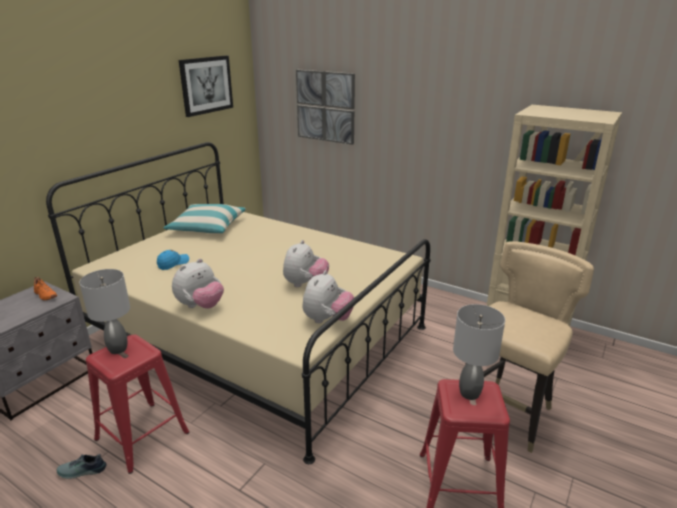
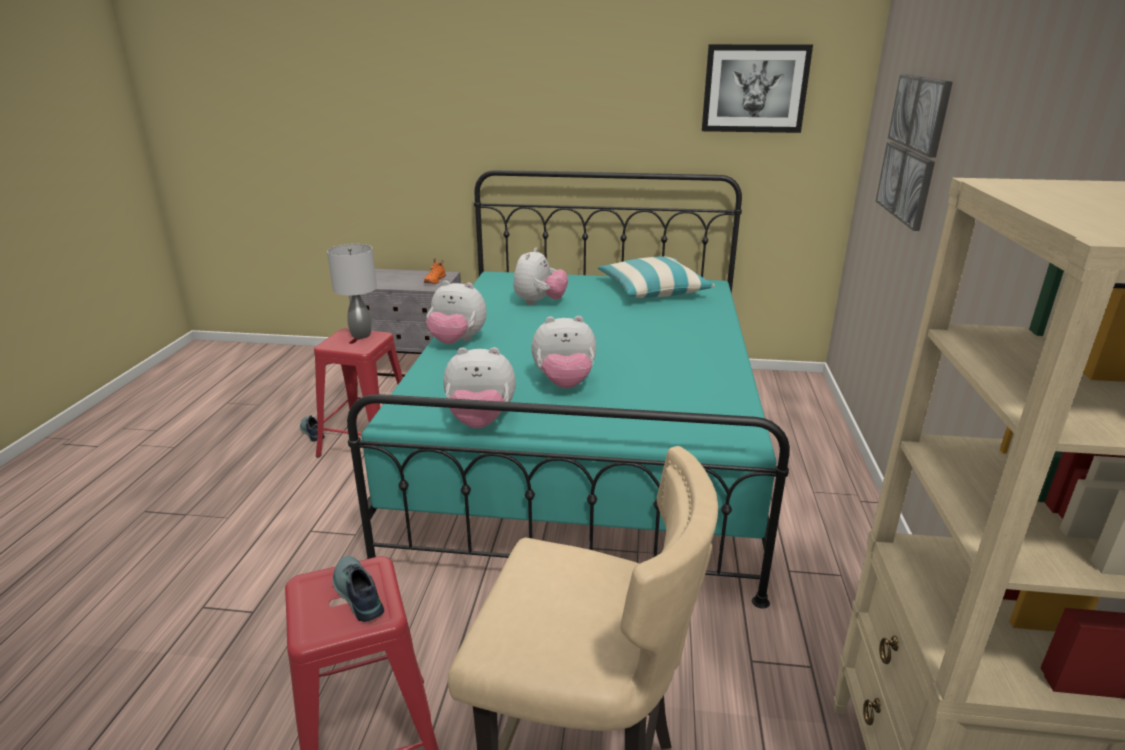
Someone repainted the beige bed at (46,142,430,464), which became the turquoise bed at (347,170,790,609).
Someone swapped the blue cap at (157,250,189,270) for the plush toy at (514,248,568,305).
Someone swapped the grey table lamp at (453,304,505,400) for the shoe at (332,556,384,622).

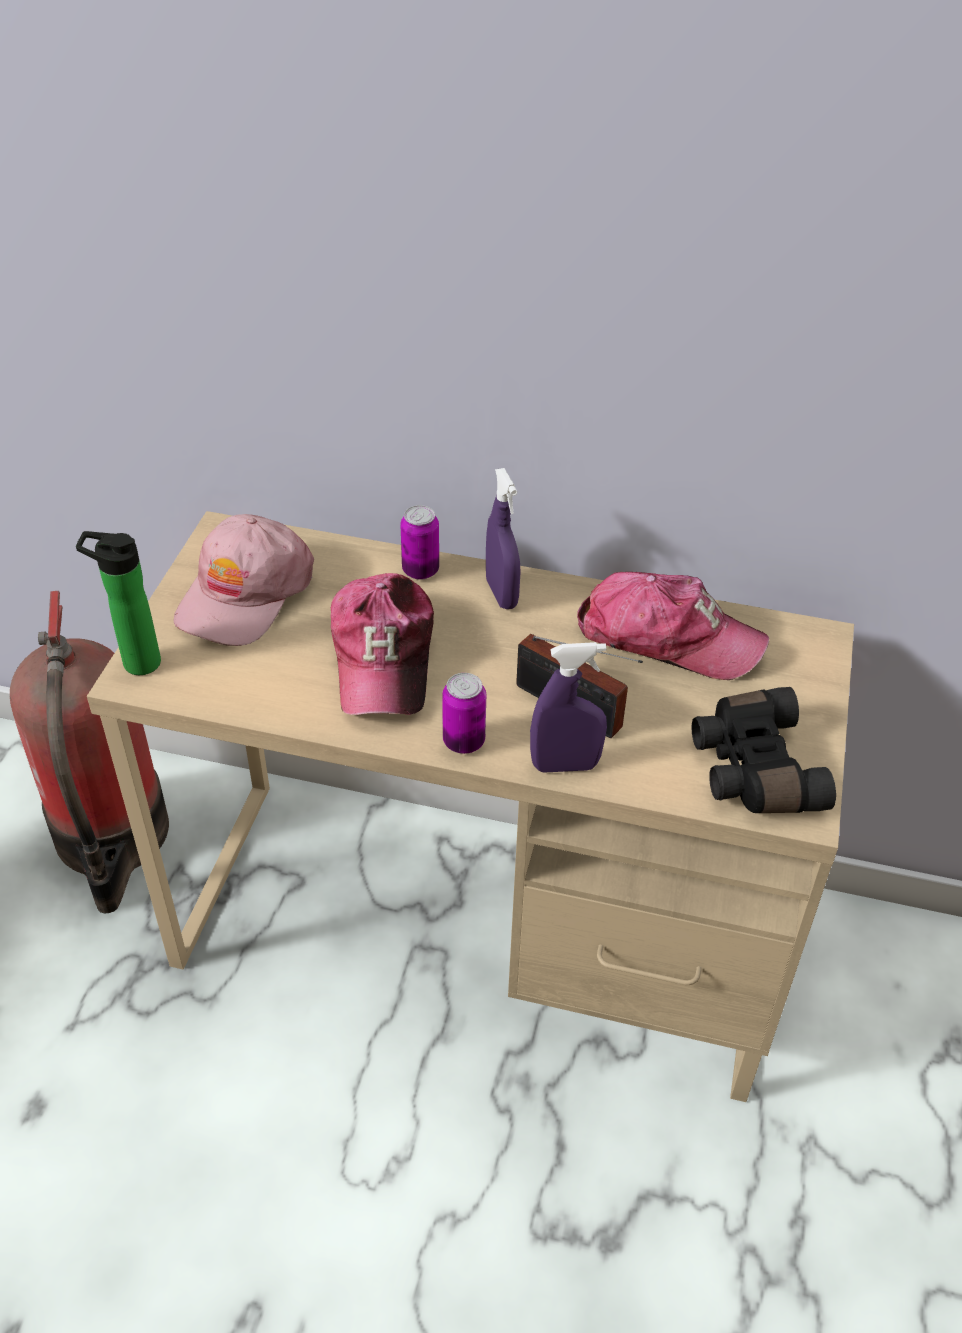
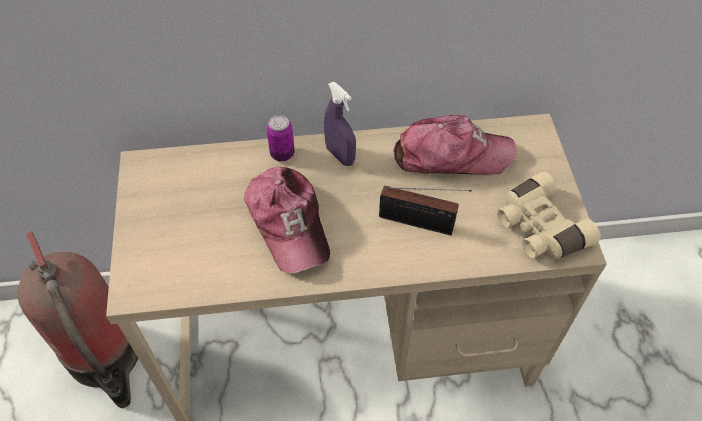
Someone took away the bottle at (76,531,161,675).
Someone took away the pink cap at (173,514,314,646).
Someone took away the can at (442,673,486,754).
Someone took away the purple spray bottle at (530,642,607,773).
Someone repainted the black binoculars at (692,687,836,813), which became the beige binoculars at (497,172,601,259).

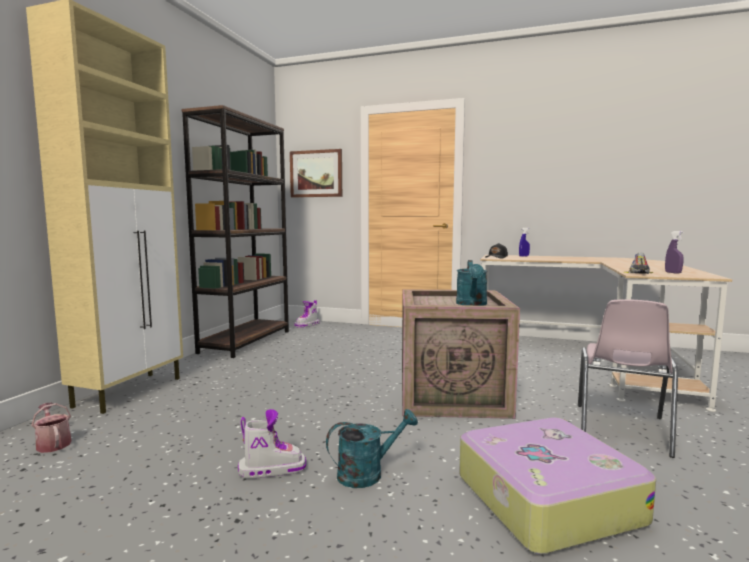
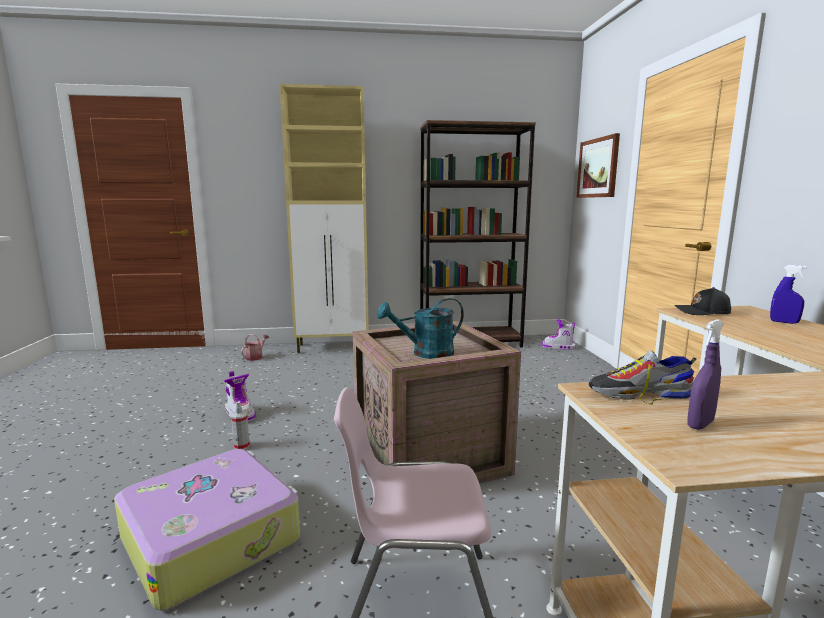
Someone swapped the turquoise watering can at (326,409,418,488) for the spray bottle at (231,401,250,450).

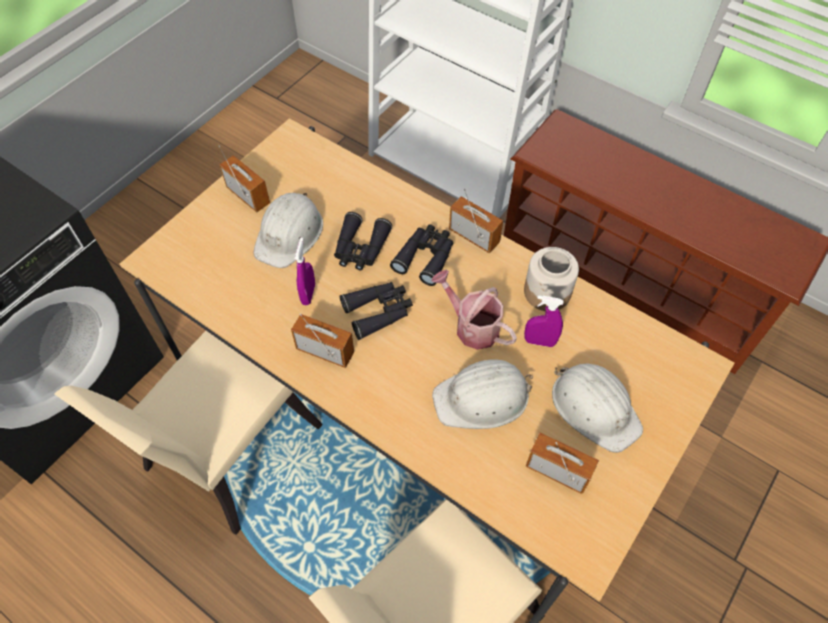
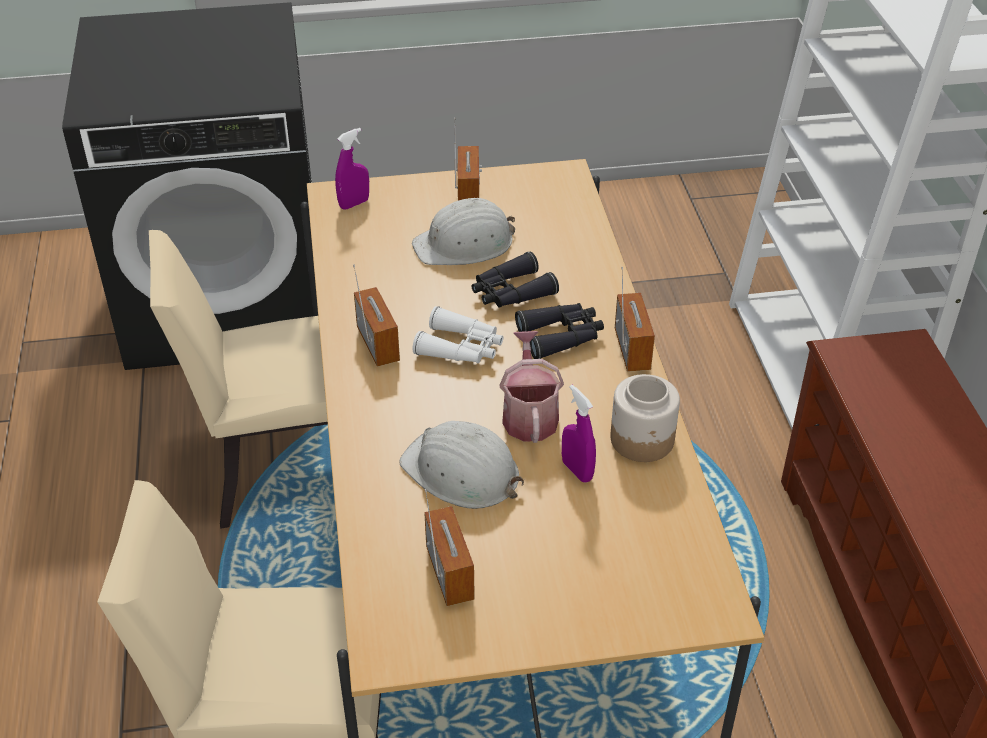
Someone carried the purple spray bottle from (295,238,315,305) to (335,128,369,210).
Someone repainted the black binoculars at (339,282,413,340), which became the white binoculars at (413,306,503,364).
Someone took away the white hard hat at (552,363,643,453).

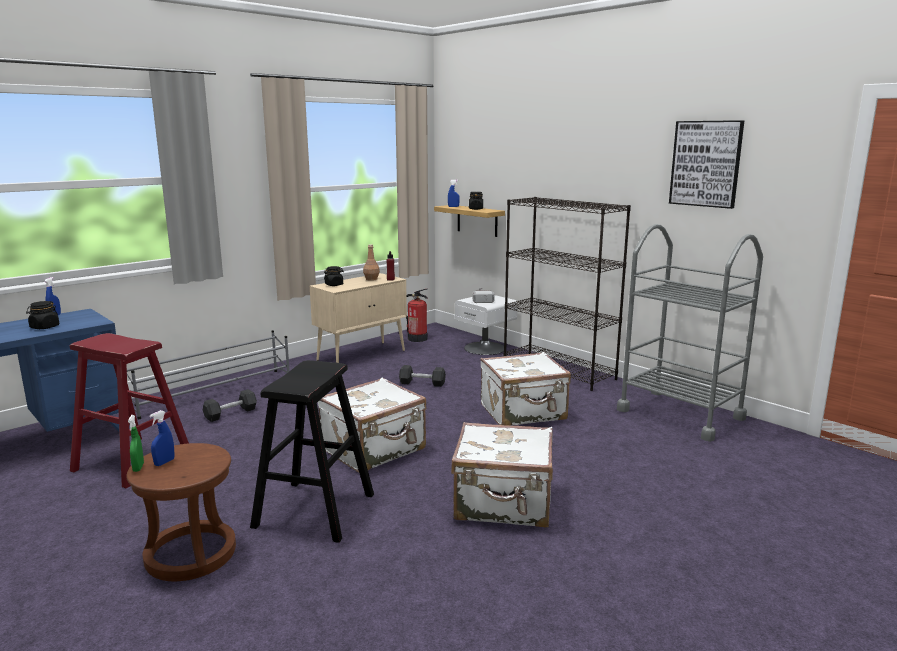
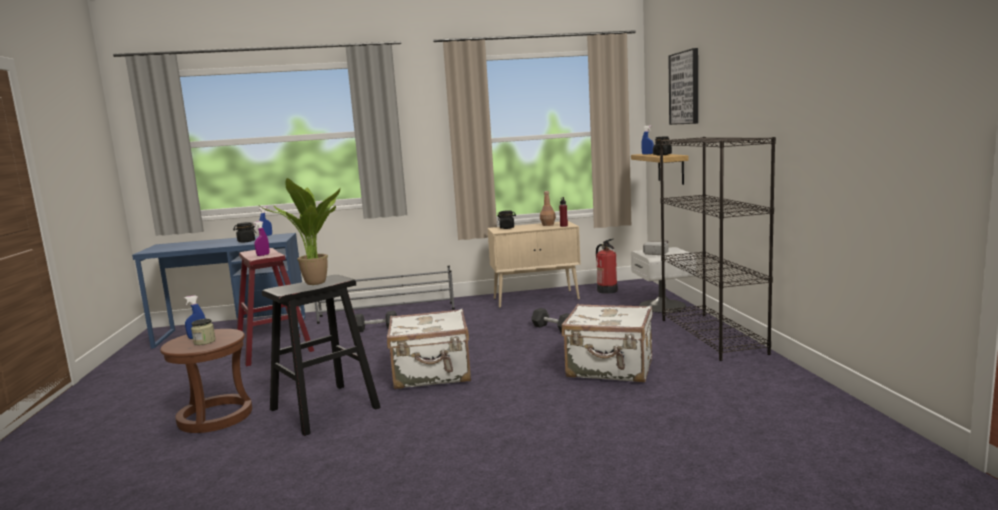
Someone took away the green spray bottle at (128,415,144,472).
Someone took away the white suitcase at (451,422,553,528).
Someone took away the grey cart at (617,224,763,442).
Someone carried the picture from (669,120,744,209) to (668,48,698,125).
Someone put down the jar at (191,319,216,345).
Someone put down the purple spray bottle at (253,221,269,256).
Someone put down the potted plant at (260,178,342,285).

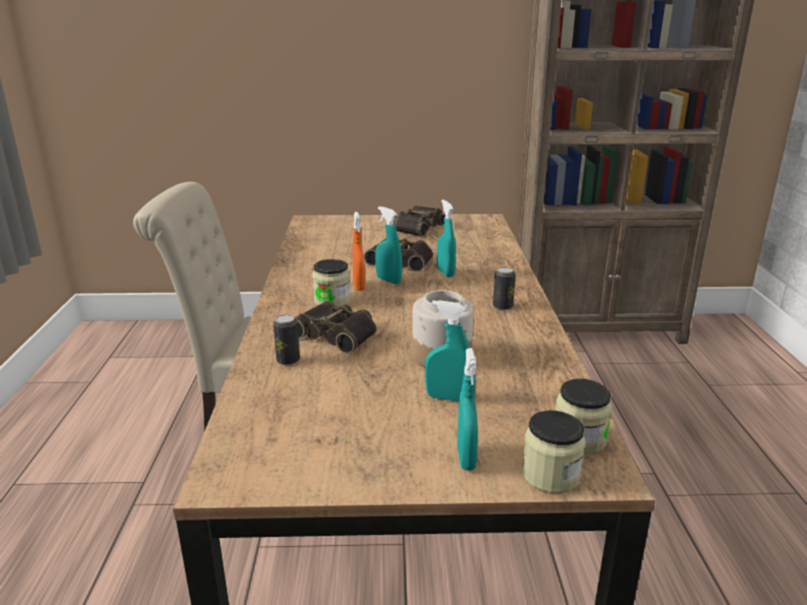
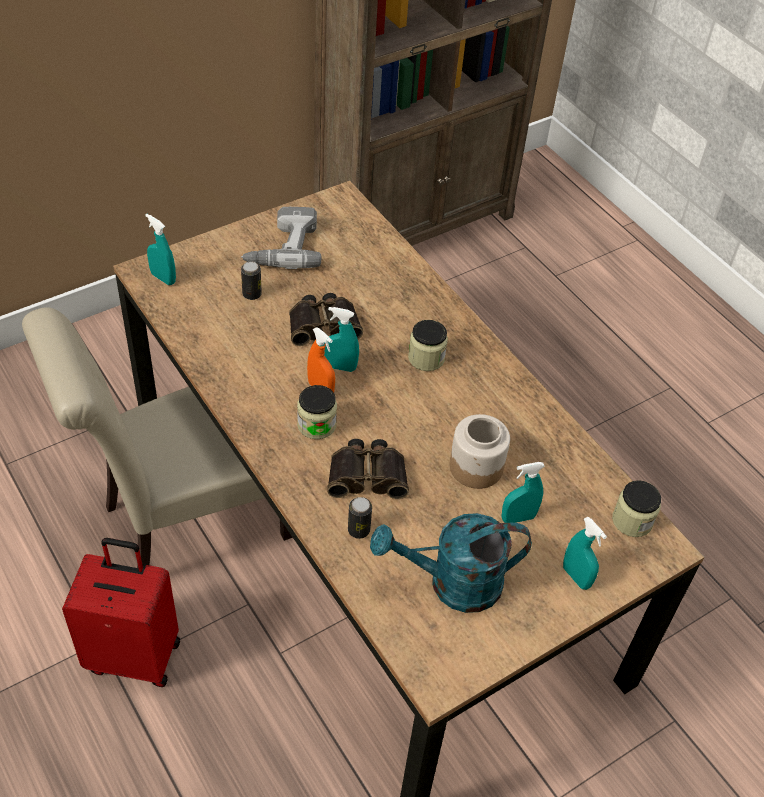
Someone swapped the binoculars at (393,205,445,237) for the power drill at (241,207,322,269).
Someone carried the turquoise spray bottle from (437,200,456,277) to (145,214,176,285).
Someone carried the can from (493,267,515,310) to (241,261,262,300).
Someone carried the jar from (522,410,586,493) to (408,320,448,371).
Someone put down the red suitcase at (62,538,180,687).
Someone put down the turquoise watering can at (370,513,532,613).

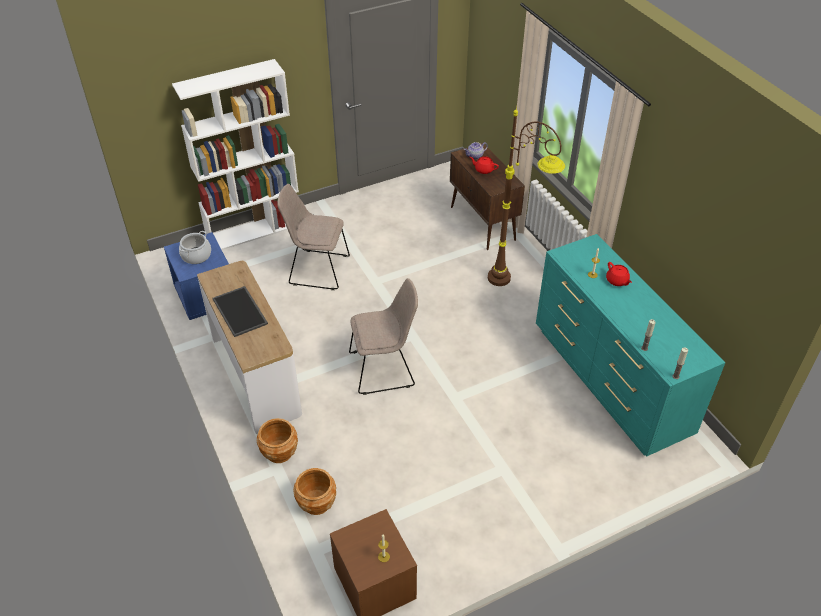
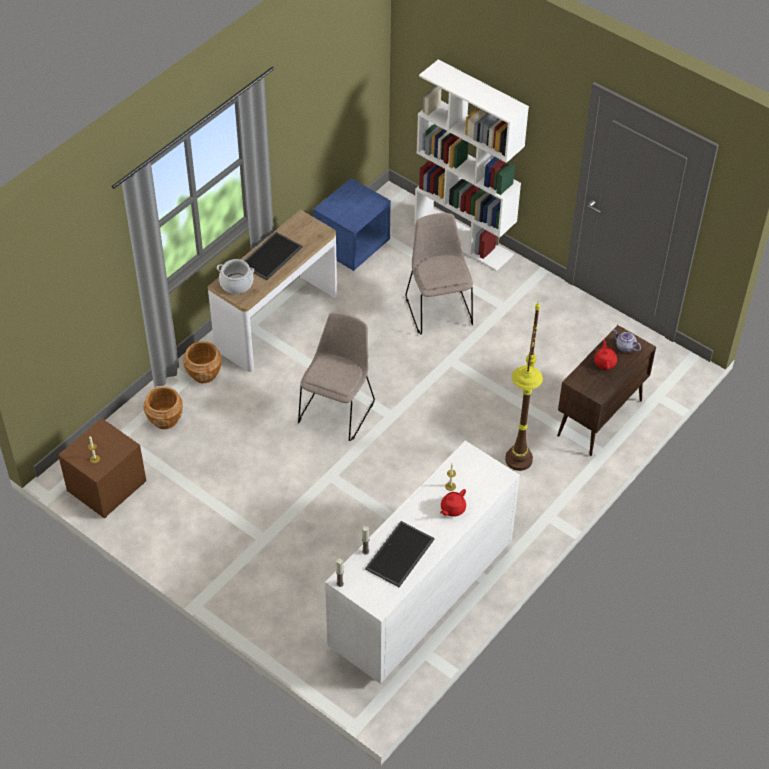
Someone carried the cooking pot from (179,231,211,264) to (217,259,254,294).
Someone rotated the beige chair at (349,278,418,395) by 120 degrees counterclockwise.
Someone repainted the turquoise dresser at (536,234,725,457), which became the white dresser at (325,441,520,684).
Someone put down the tray at (365,521,435,587).

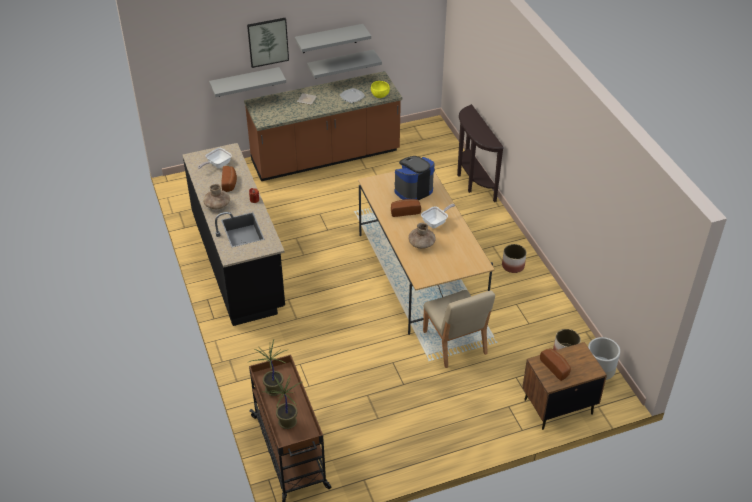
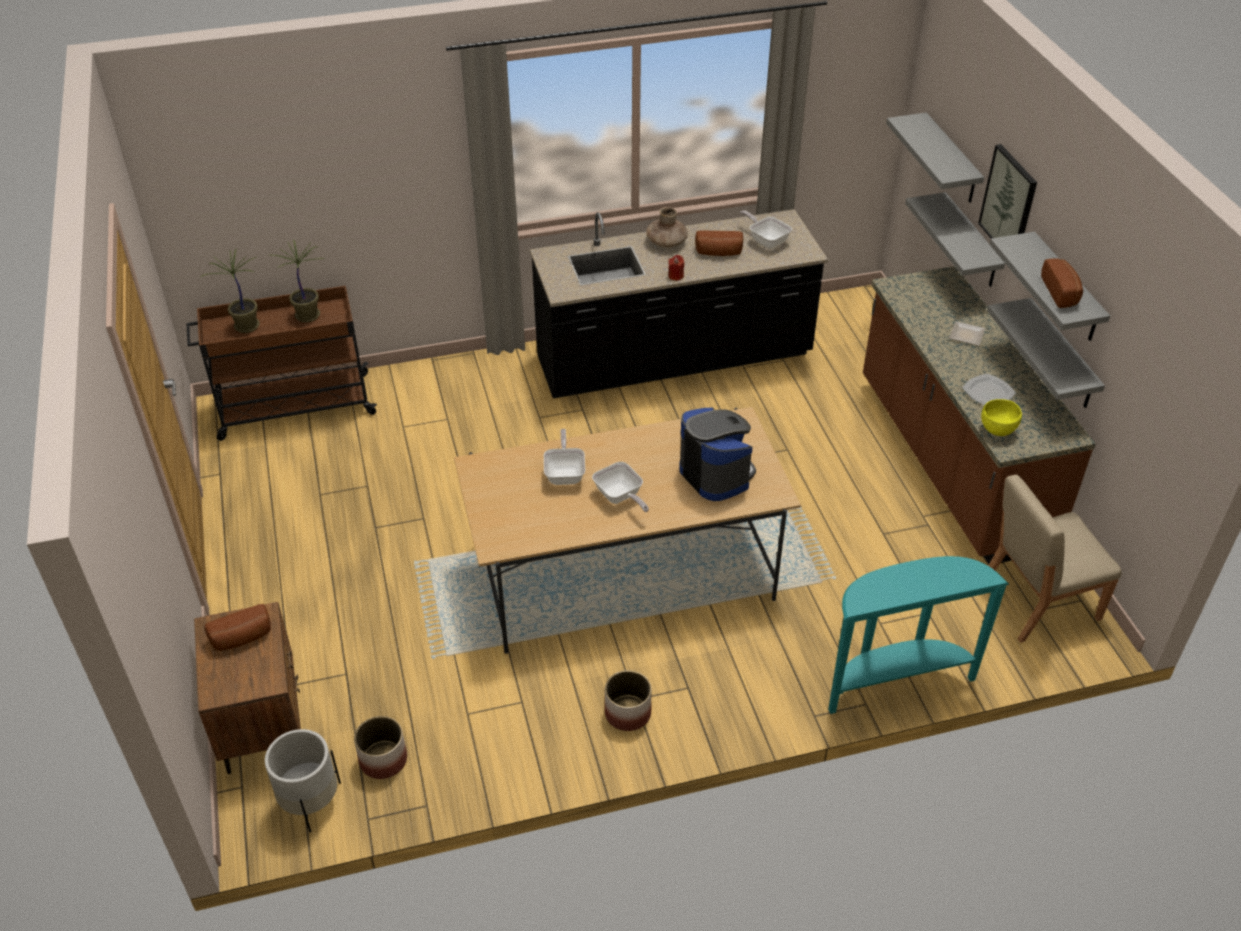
Someone carried the bread from (391,199,421,217) to (1041,258,1083,308).
Someone swapped the brown vase at (408,223,436,249) for the frying pan at (544,429,585,485).
Someone carried the beige chair from (423,290,495,368) to (988,475,1122,643).
Someone repainted the brown console table at (457,104,504,202), which became the turquoise console table at (828,556,1009,714).
Someone put up the grey shelf at (886,113,984,203).

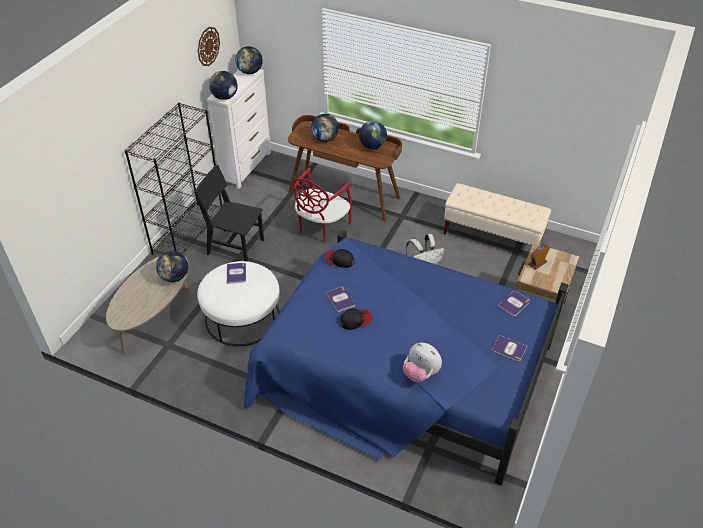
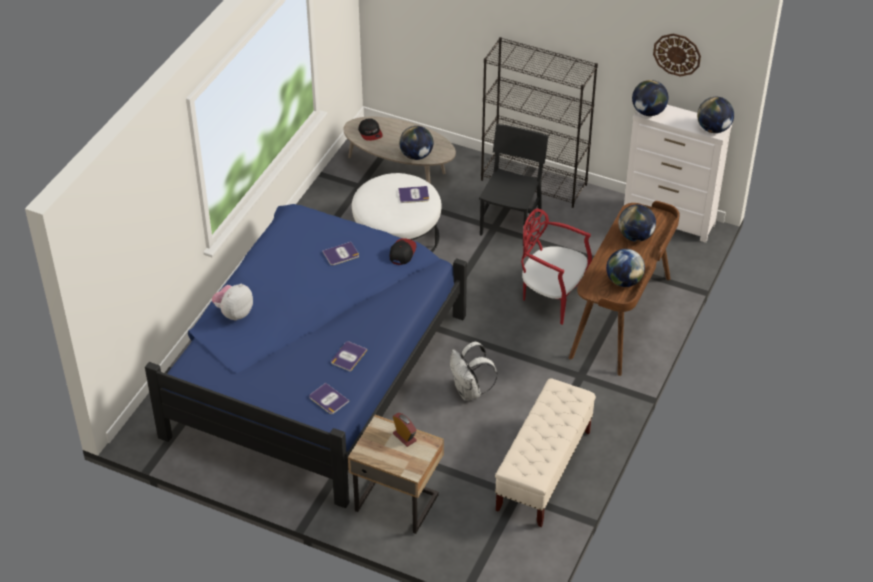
Someone carried the cap from (340,308,372,330) to (358,119,383,141).
Someone carried the book from (492,335,527,362) to (331,341,367,372).

